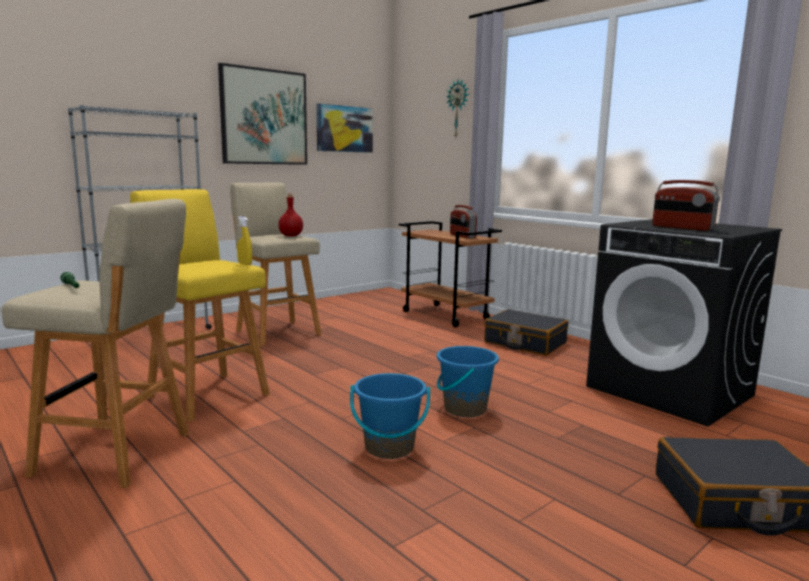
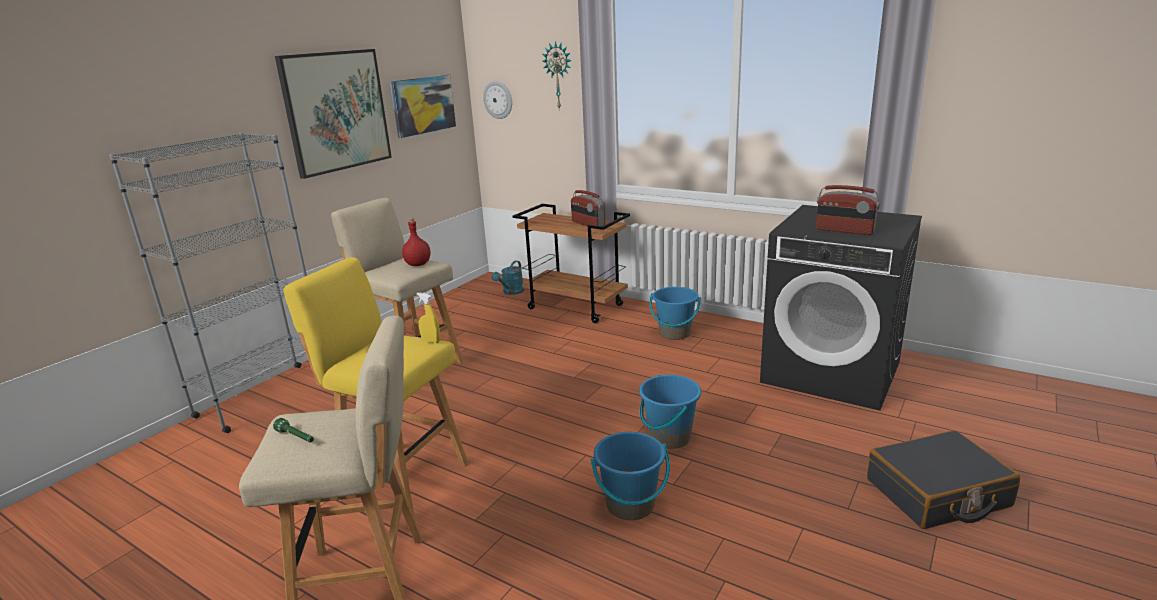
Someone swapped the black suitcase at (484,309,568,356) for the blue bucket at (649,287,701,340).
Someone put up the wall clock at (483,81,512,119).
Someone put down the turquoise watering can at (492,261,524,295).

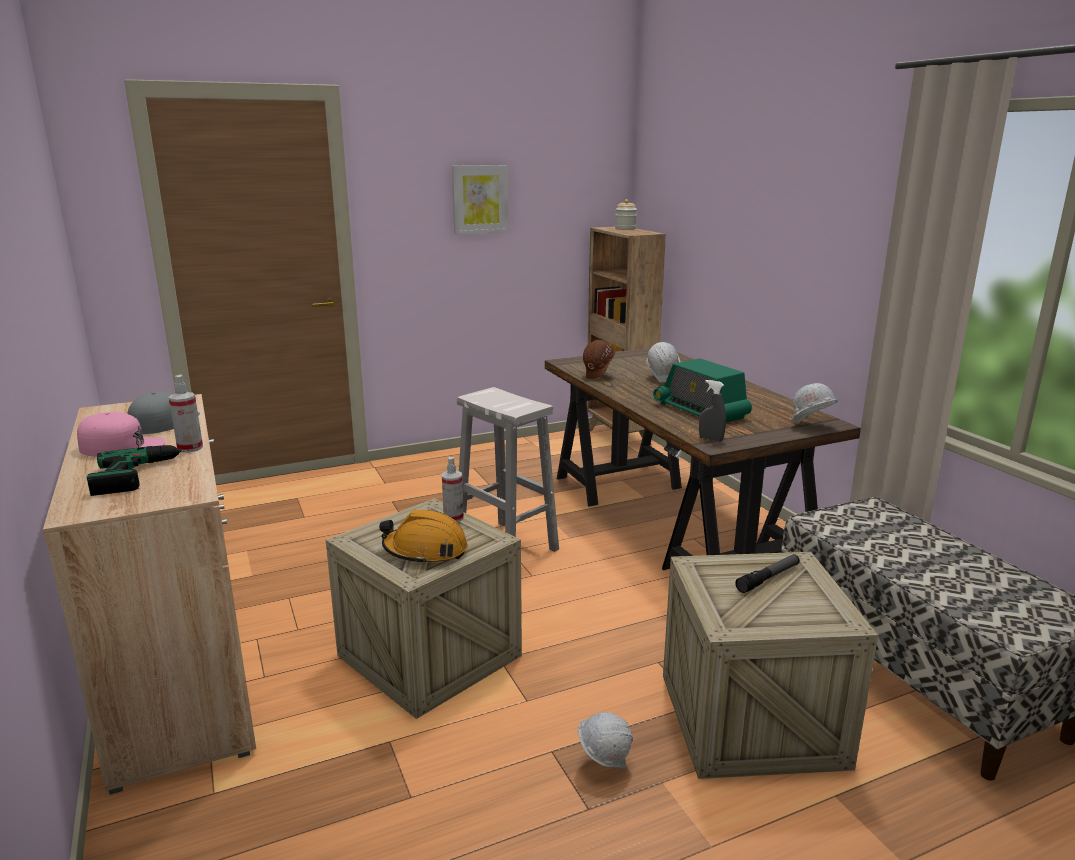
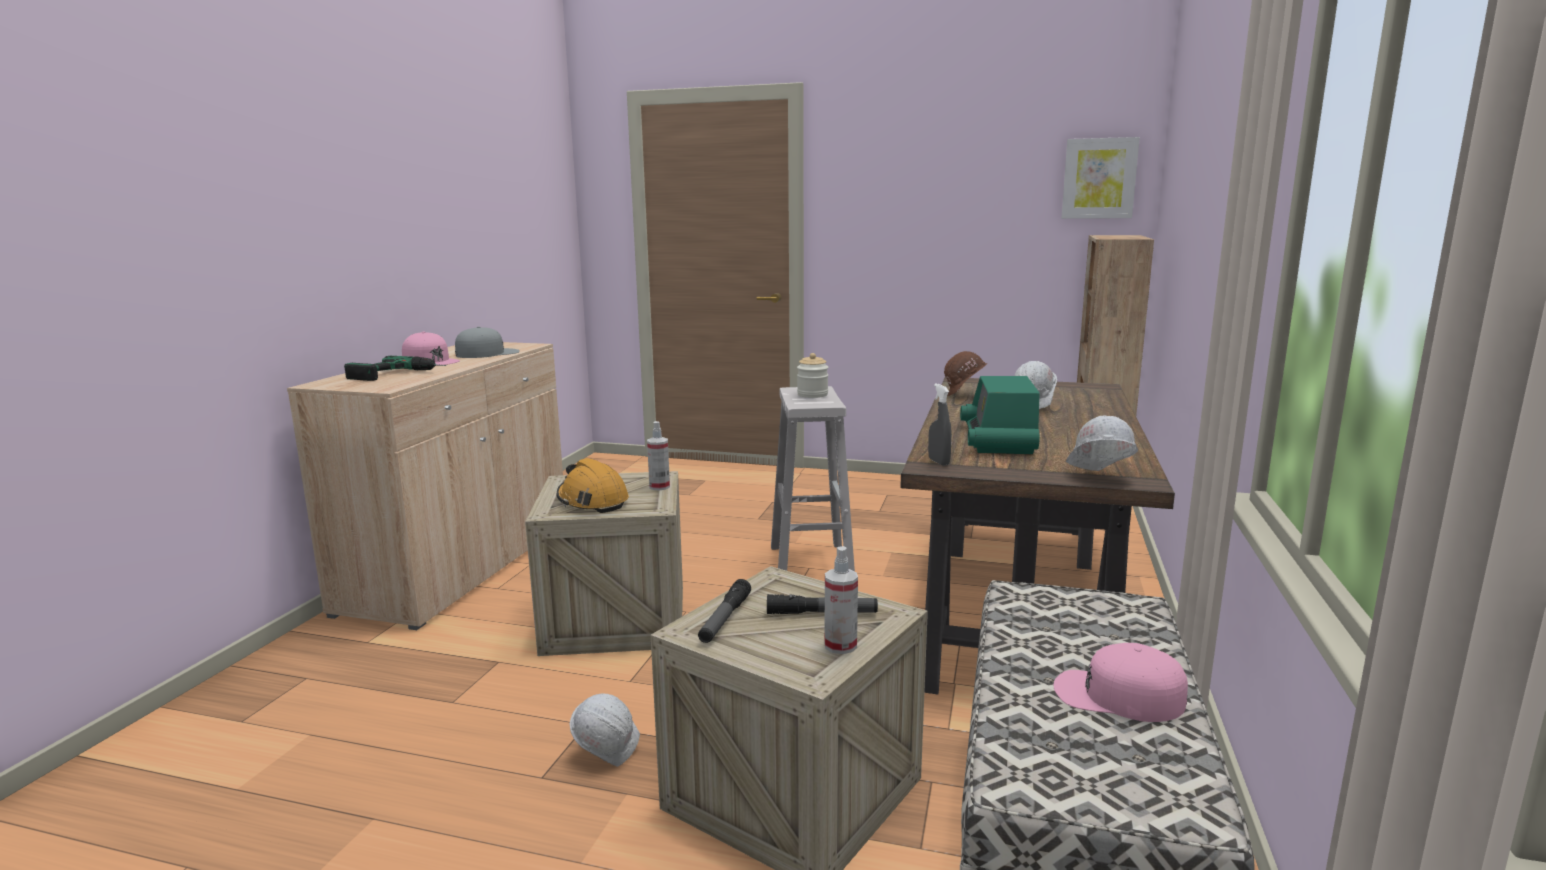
Someone carried the spray bottle from (169,375,203,453) to (824,546,858,654).
Someone carried the picture from (452,165,508,235) to (1062,137,1140,219).
Someone carried the jar from (615,199,637,230) to (797,353,828,398).
Someone put down the flashlight at (698,579,751,643).
Someone put down the pink cap at (1054,643,1188,722).

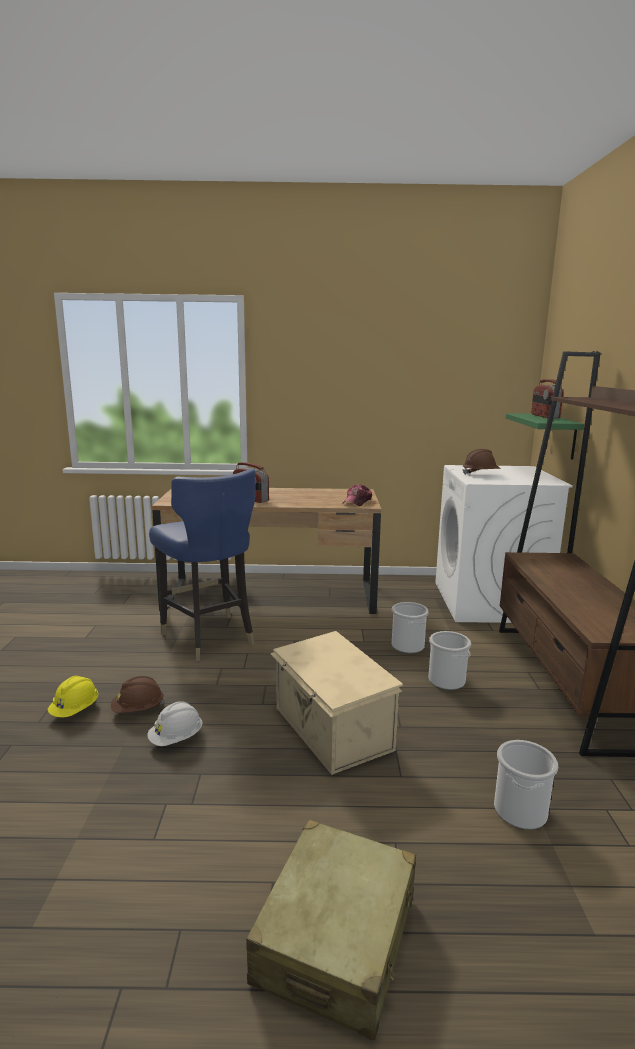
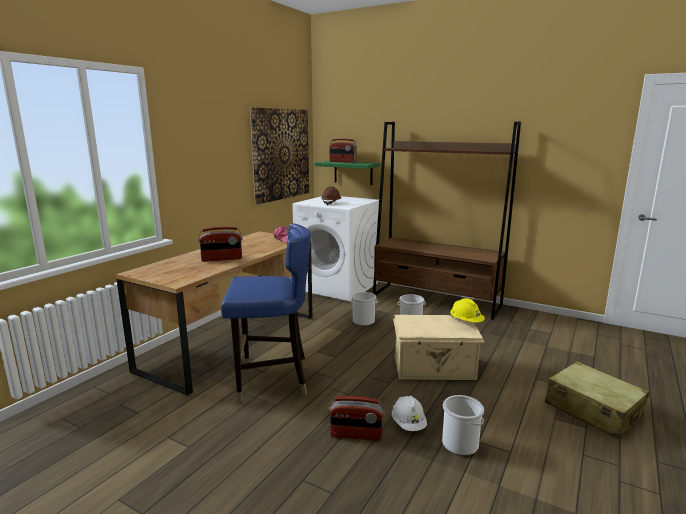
Someone carried the yellow hard hat from (48,676,98,717) to (450,298,485,323).
Someone swapped the brown hard hat at (111,676,165,713) for the radio at (329,396,385,441).
Someone carried the bucket from (494,740,558,830) to (442,395,484,456).
Someone put up the picture at (250,108,309,205).

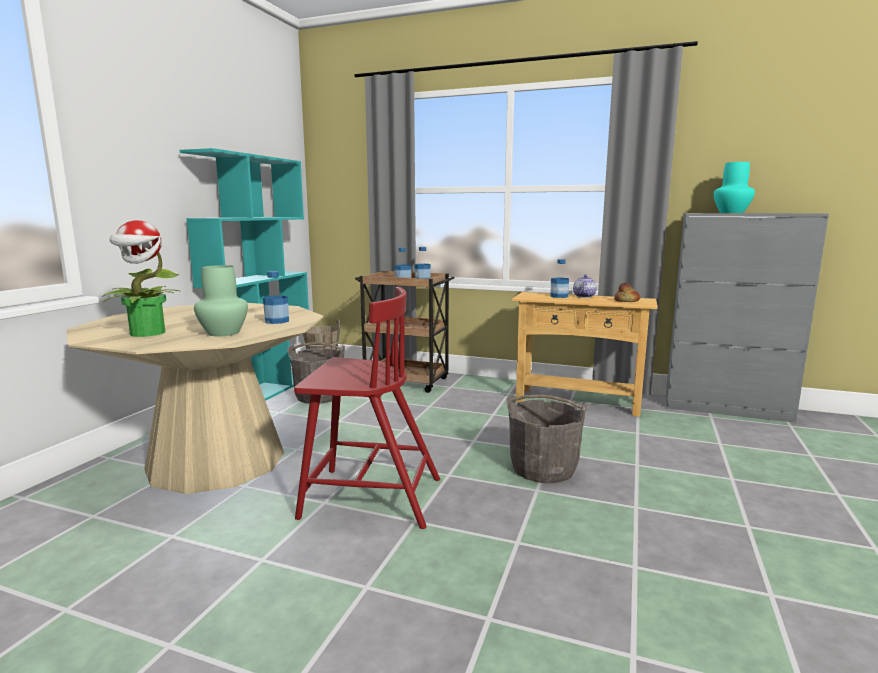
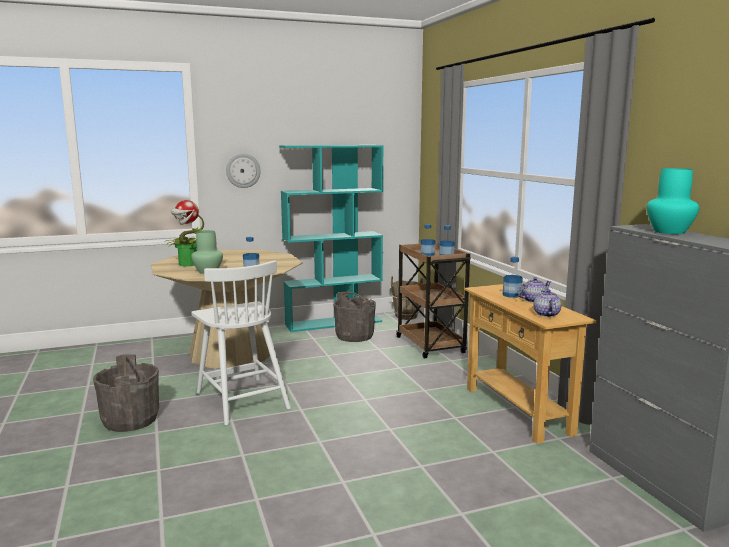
Someone repainted the red chair at (294,287,440,529), which became the white chair at (191,260,291,426).
Someone carried the grey bucket from (506,395,587,483) to (93,355,159,432).
Someone swapped the bread at (614,283,640,302) for the teapot at (534,289,562,317).
Someone put up the wall clock at (226,153,261,188).

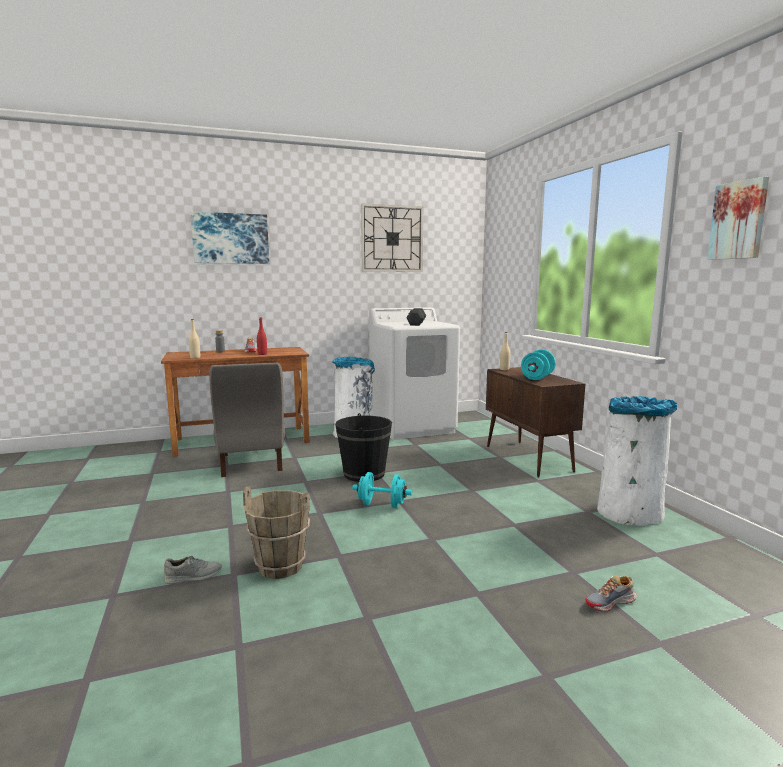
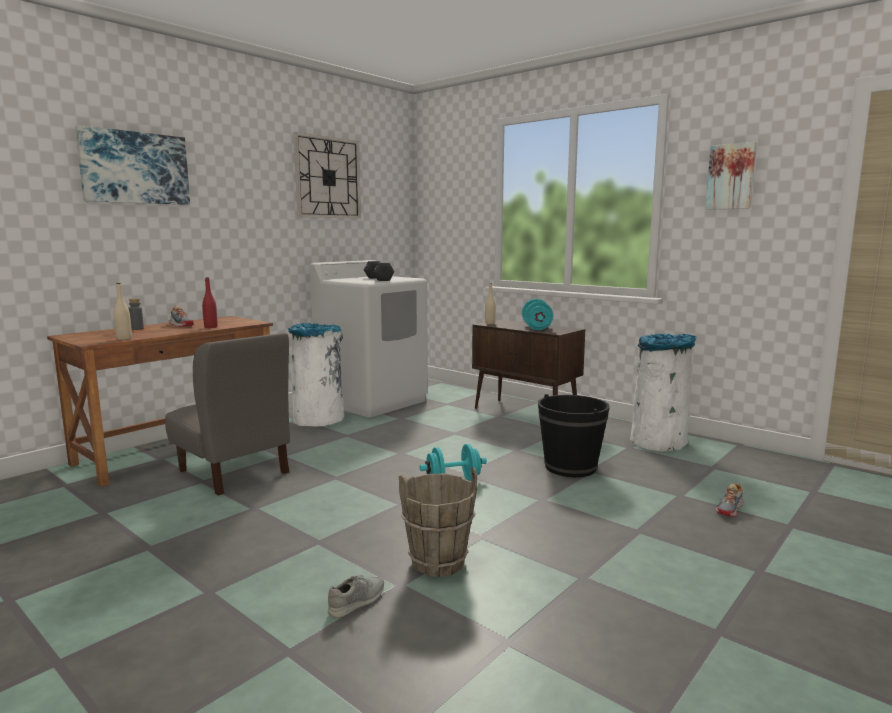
Someone carried the black bucket from (335,413,392,482) to (538,394,610,477).

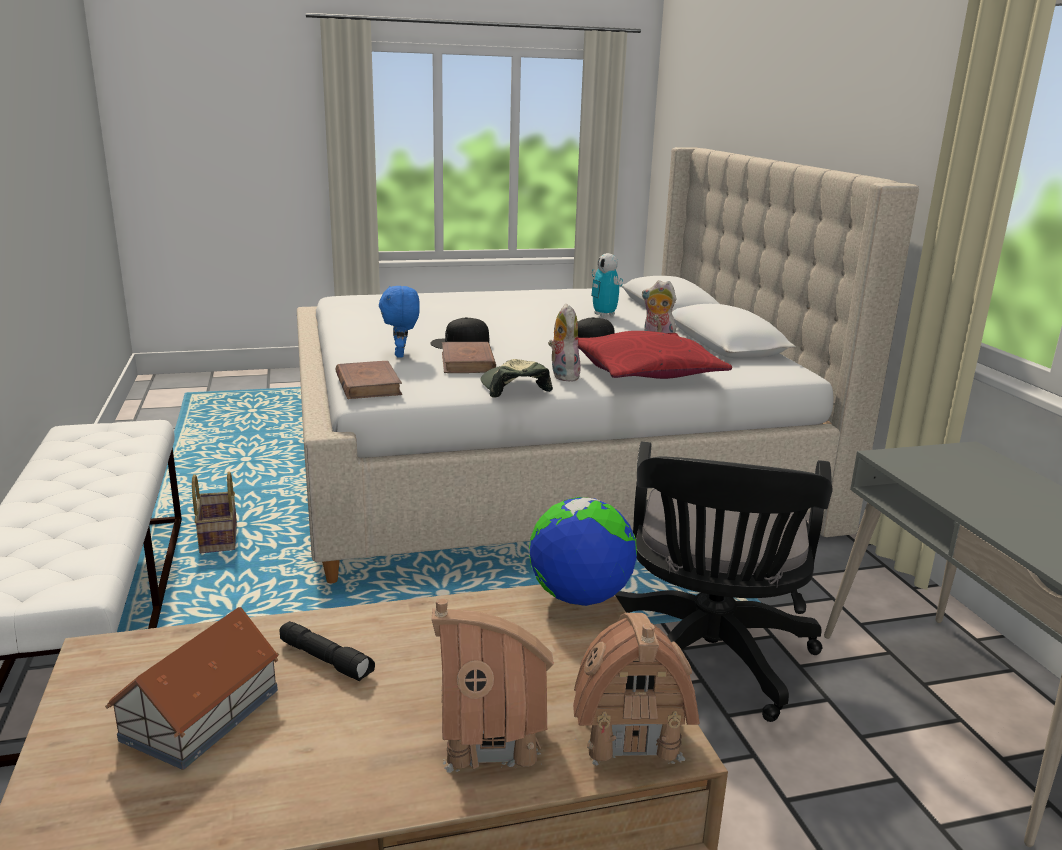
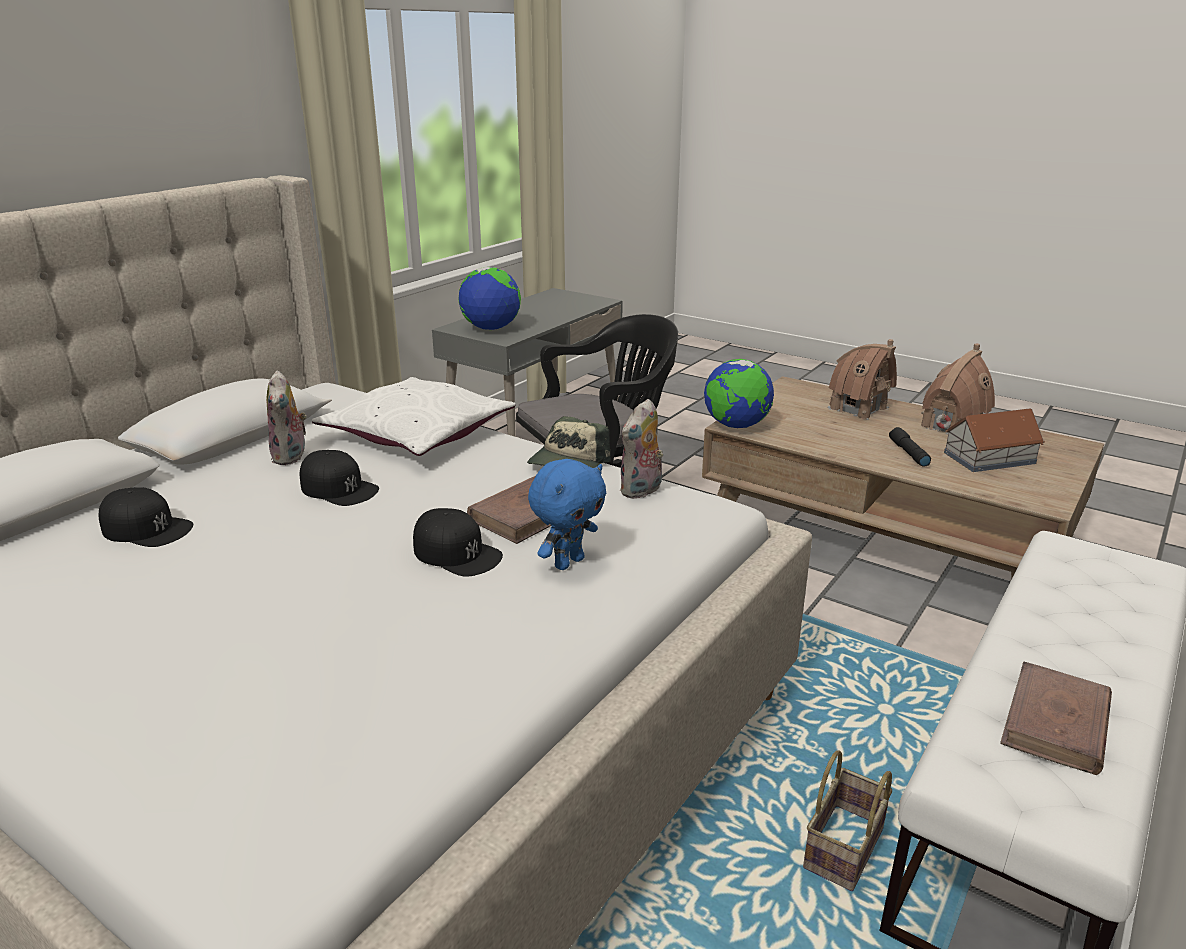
Someone carried the brown book from (336,361,402,399) to (1000,661,1112,775).
Someone carried the plush toy from (548,303,581,382) to (620,399,663,499).
Someone carried the toy house from (573,613,700,766) to (919,344,995,434).
Someone repainted the red pillow at (578,331,732,379), which became the white pillow at (312,377,516,456).
Someone swapped the toy robot at (591,253,623,317) for the black cap at (99,487,193,547).
Someone put down the globe at (459,267,521,330).

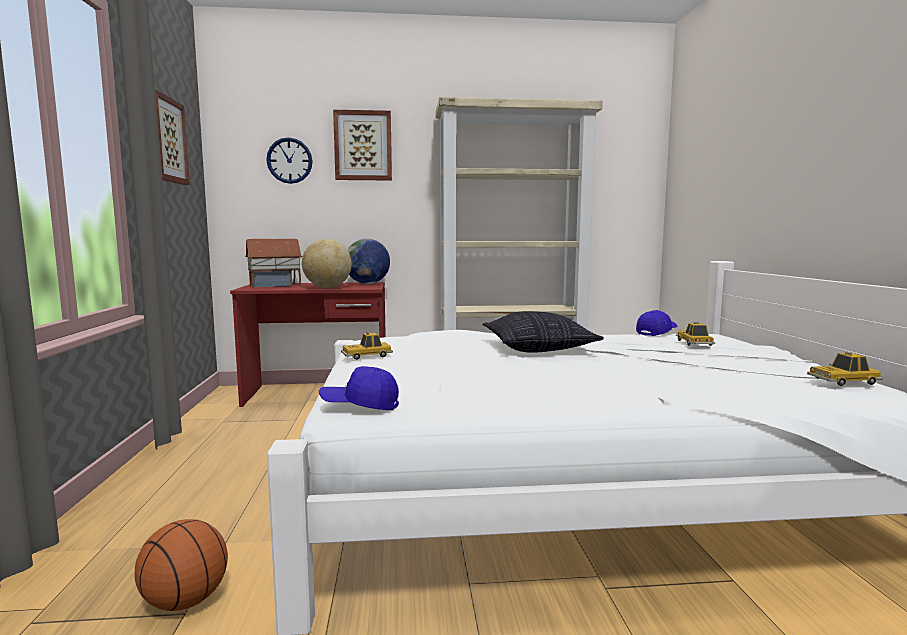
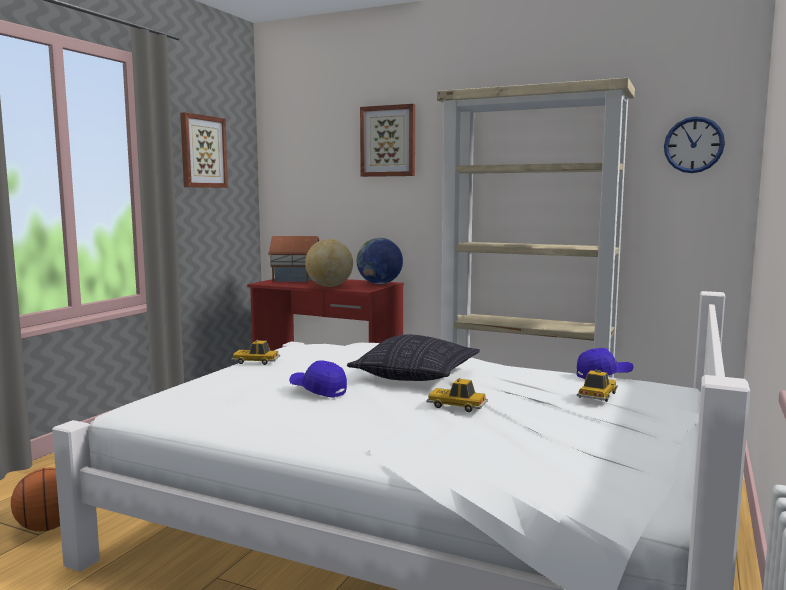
Someone carried the wall clock from (266,137,313,184) to (664,116,725,173).
Someone carried the blue cap from (319,366,399,410) to (289,360,347,398).
Someone carried the toy car from (807,352,883,386) to (426,378,488,412).

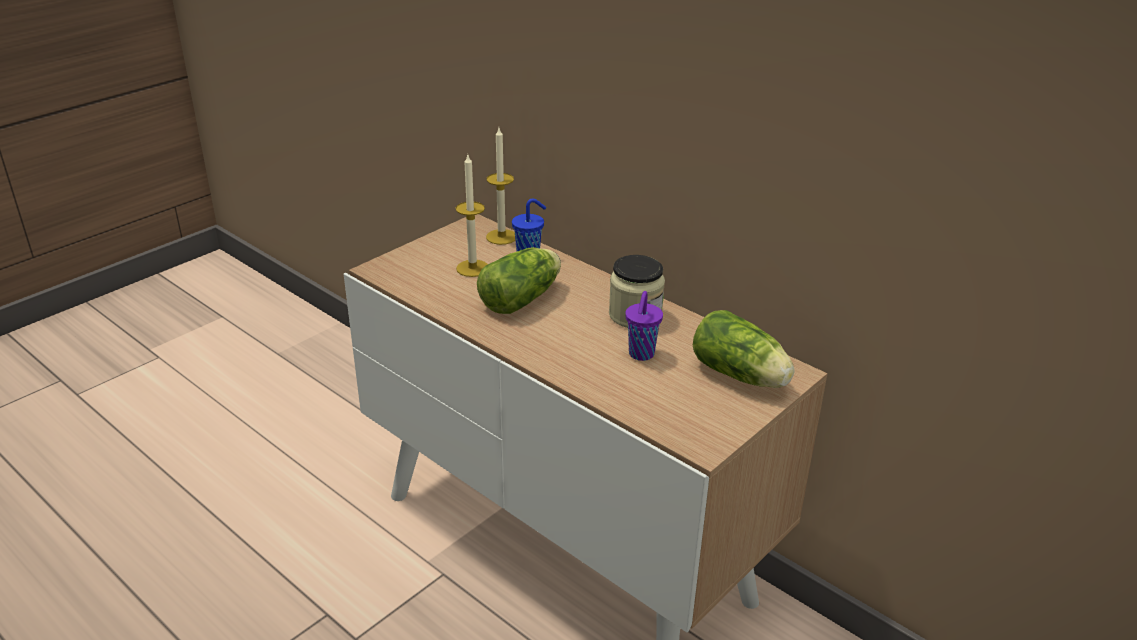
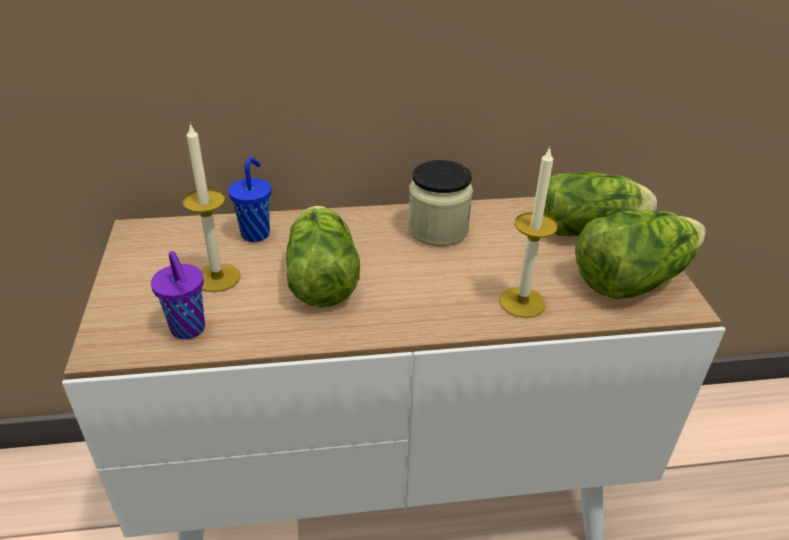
Someone carried the candle from (486,128,516,245) to (499,147,558,318).
Someone carried the purple cup from (625,291,663,361) to (151,251,205,339).
Someone put down the lettuce at (575,210,706,299).

